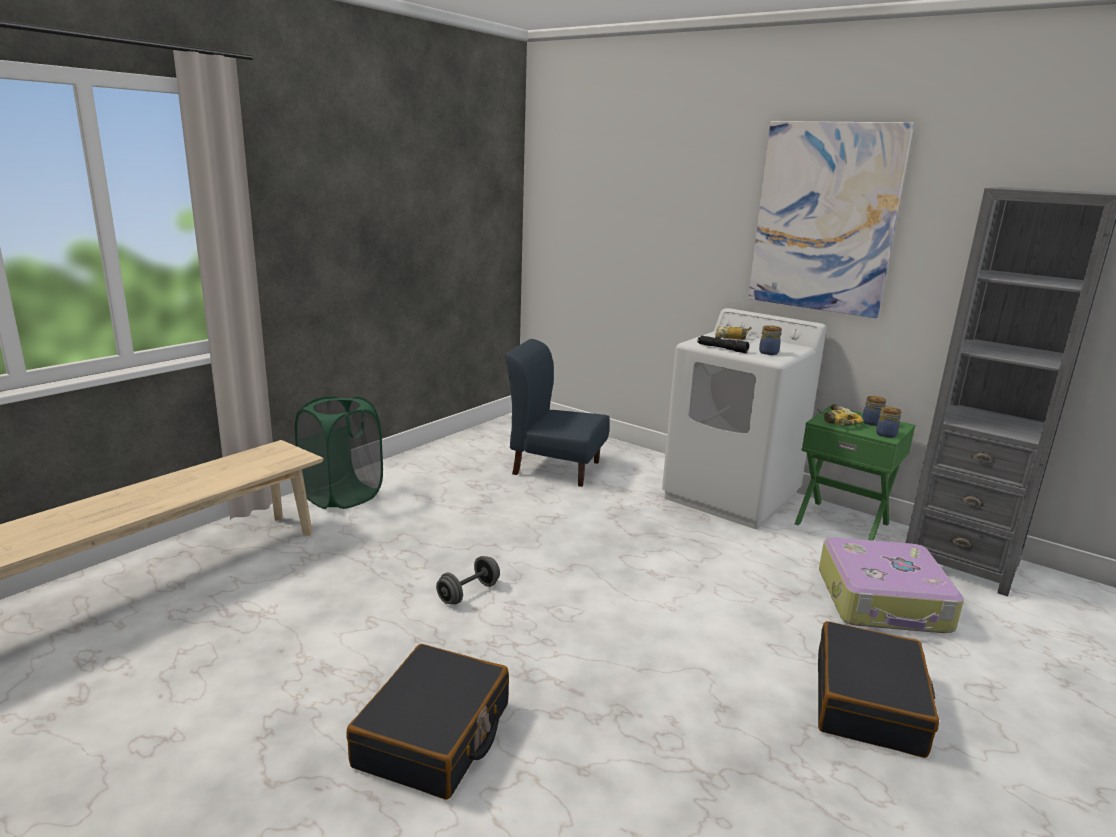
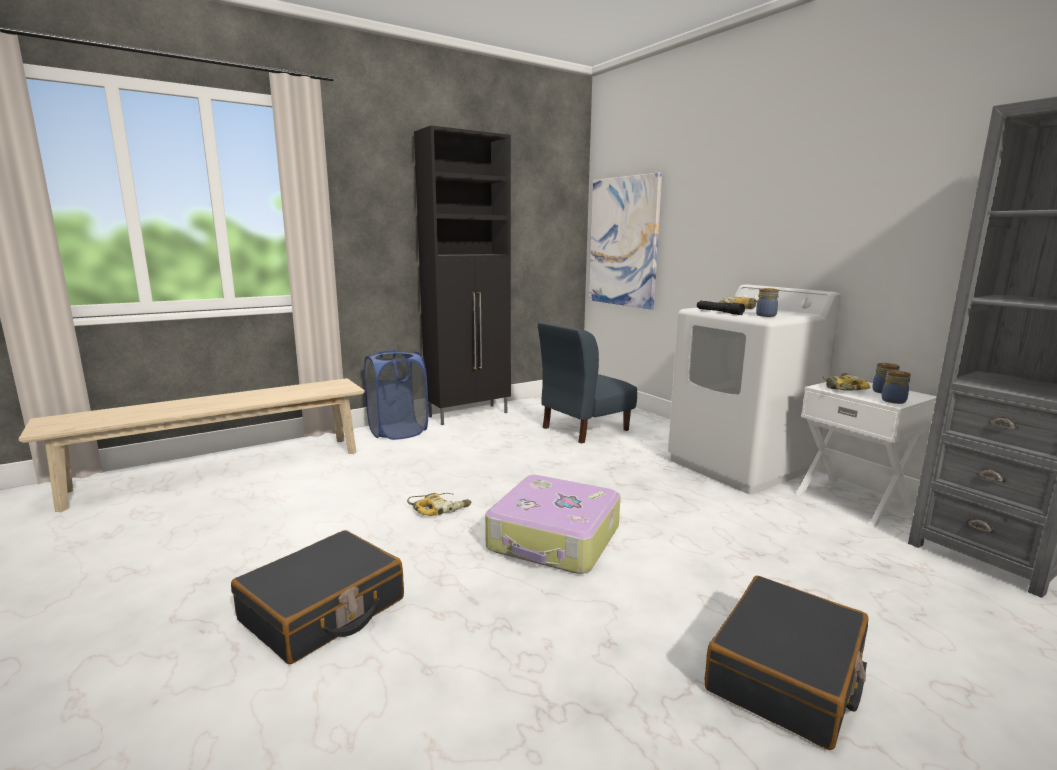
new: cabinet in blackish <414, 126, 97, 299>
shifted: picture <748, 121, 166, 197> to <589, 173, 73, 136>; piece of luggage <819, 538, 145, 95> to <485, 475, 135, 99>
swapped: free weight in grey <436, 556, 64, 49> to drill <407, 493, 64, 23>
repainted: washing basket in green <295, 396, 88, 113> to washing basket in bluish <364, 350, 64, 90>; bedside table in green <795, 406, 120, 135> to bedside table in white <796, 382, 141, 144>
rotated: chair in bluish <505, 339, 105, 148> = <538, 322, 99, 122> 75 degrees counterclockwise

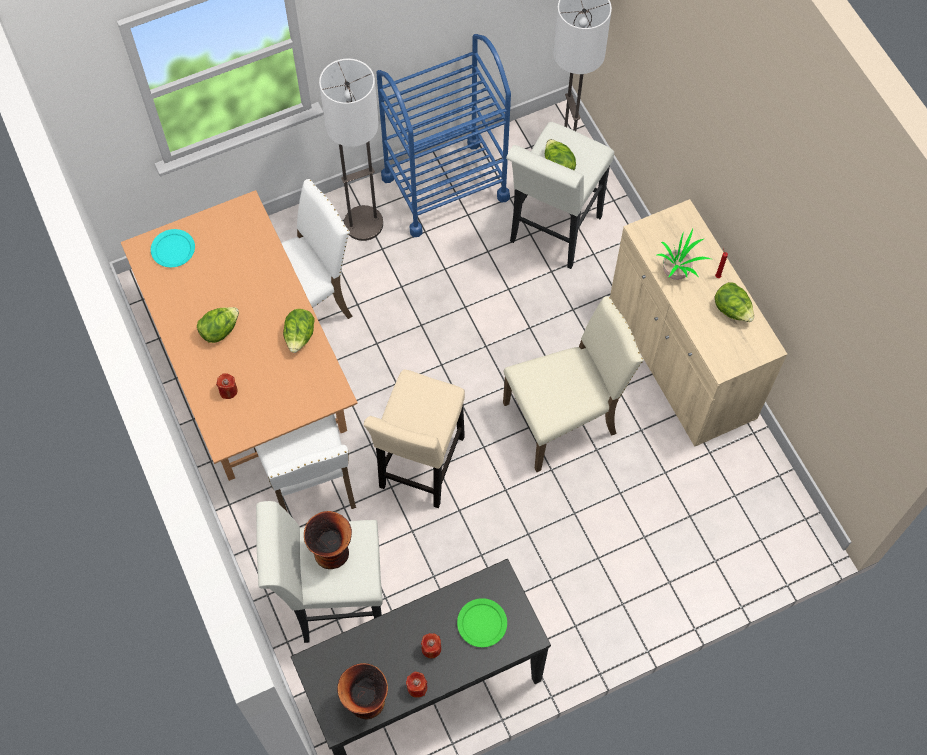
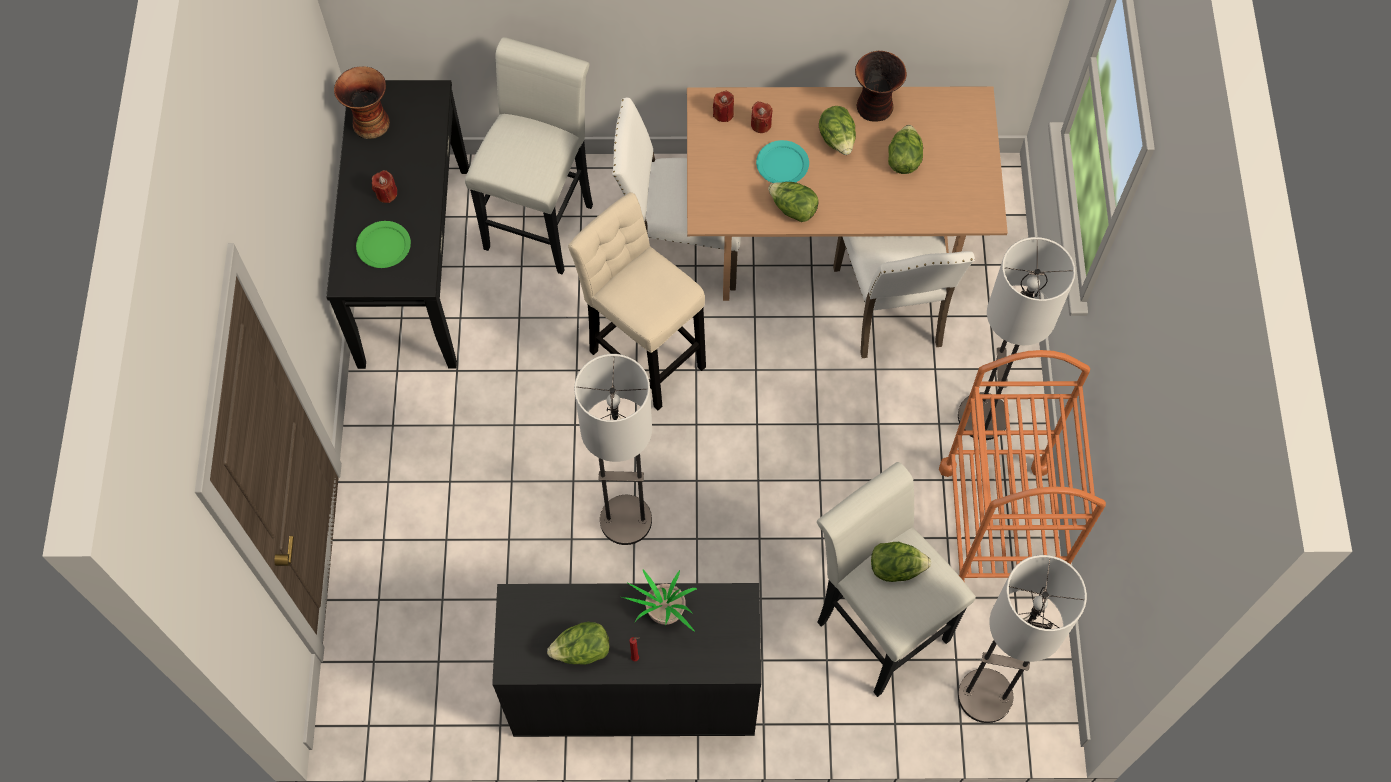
new: lettuce <888, 125, 35, 49>
shifted: plate in blue-green <151, 229, 44, 38> to <756, 140, 53, 43>; decorative vase <304, 511, 48, 58> to <855, 51, 52, 71>; wax light in reddish <406, 672, 21, 26> to <713, 91, 21, 31>
swapped: chair in sand-coloured <503, 296, 141, 176> to standing lamp <574, 354, 78, 191>
repainted: cart in bluish <376, 34, 135, 203> to cart in orange-coloured <939, 350, 167, 232>; cabinet in sand-coloured <610, 199, 177, 248> to cabinet in blackish <492, 583, 269, 154>

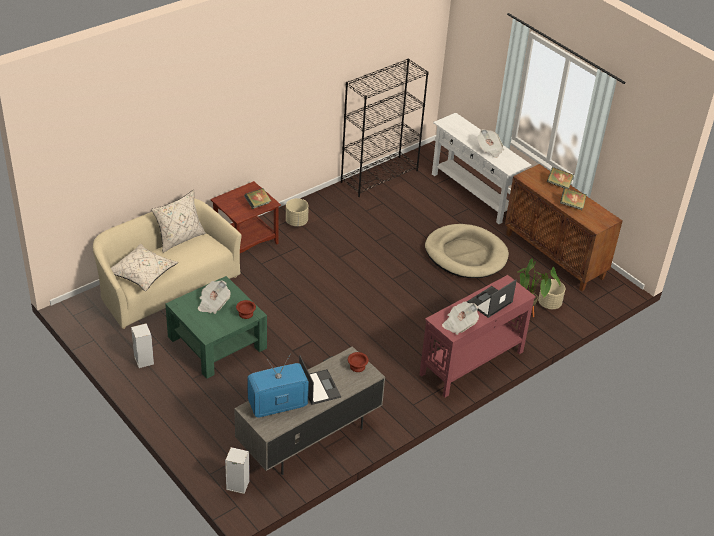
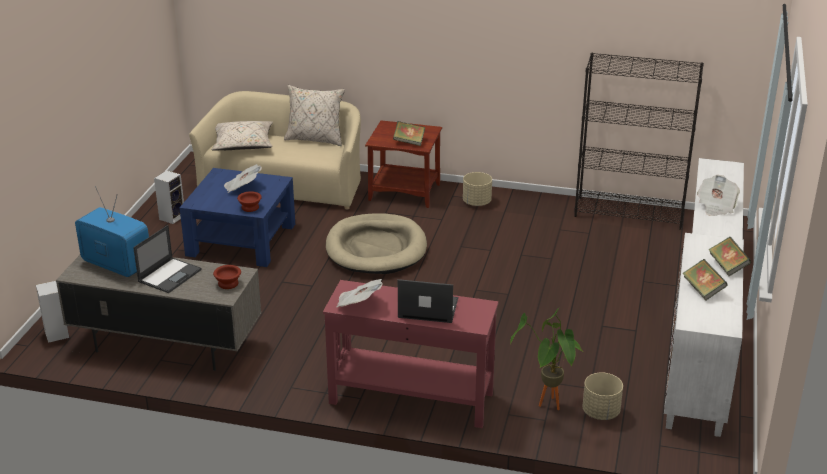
shifted: pet bed in sand-coloured <425, 224, 84, 54> to <326, 213, 101, 61>
repainted: coffee table in green <165, 276, 102, 103> to coffee table in bluish <180, 168, 115, 99>; cabinet in brown-coloured <505, 164, 118, 127> to cabinet in white <664, 233, 80, 204>

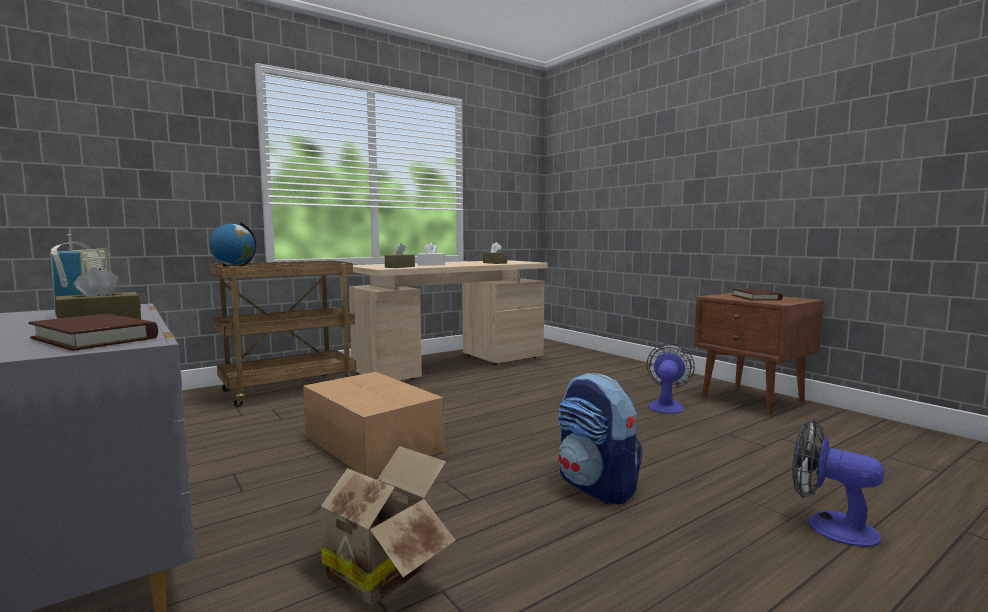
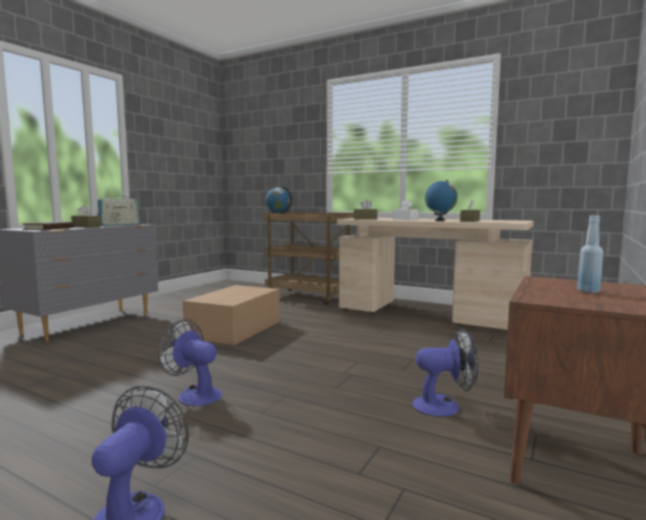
gone: packing box <298, 446, 157, 159>
new: world globe <425, 180, 33, 41>
swapped: rucksack <558, 373, 84, 131> to cooling fan <158, 319, 64, 87>; volume in brown-coloured <732, 289, 51, 11> to bottle in bluish <577, 215, 26, 78>

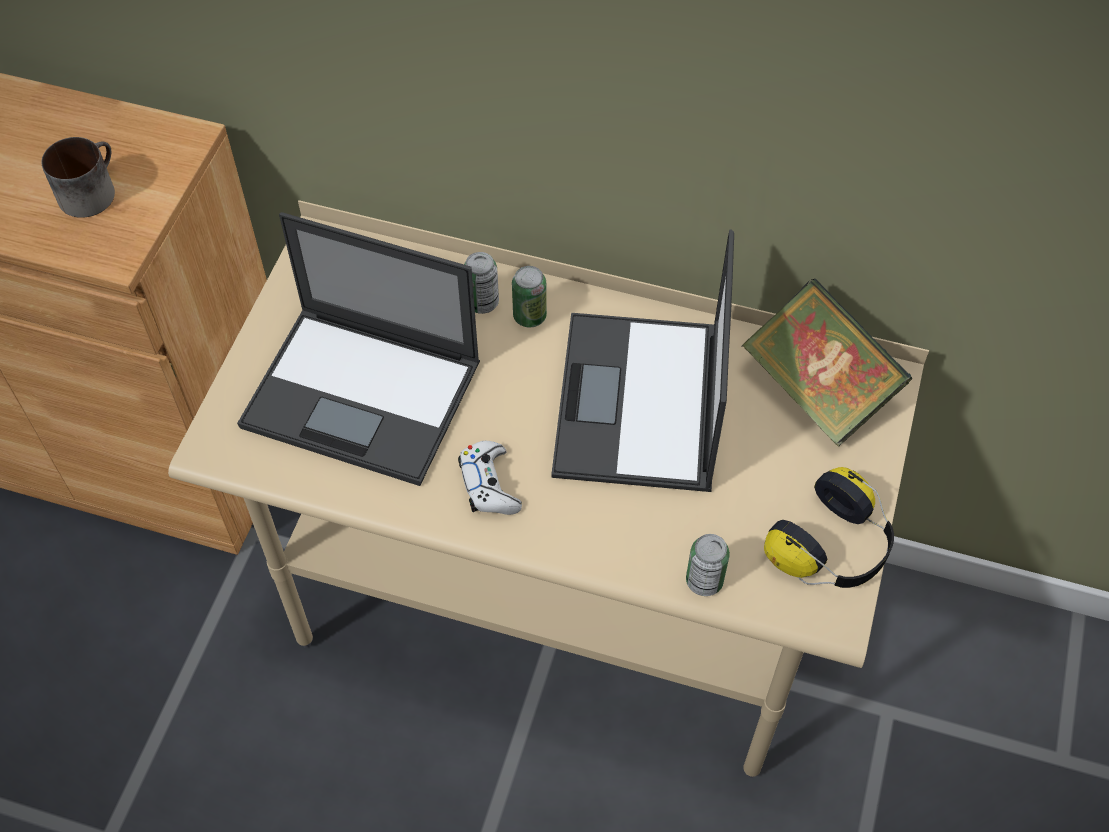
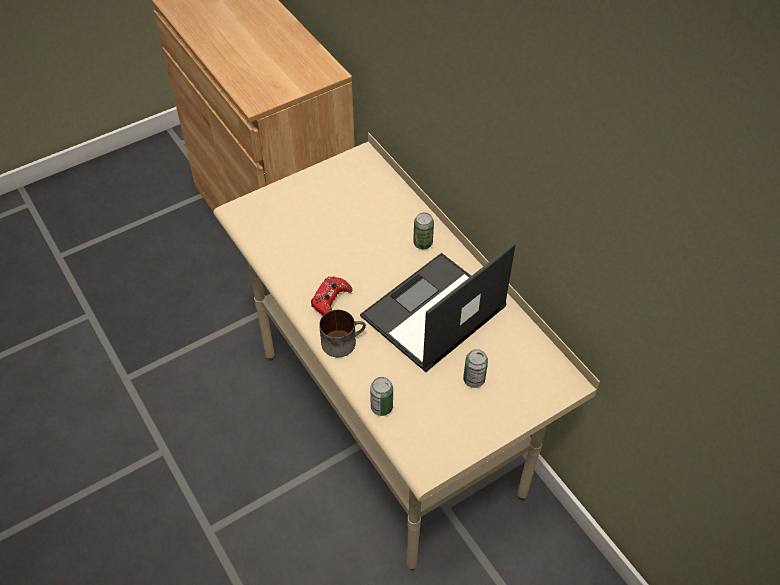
gone: portable computer <237, 212, 243, 274>; volume <742, 279, 170, 167>; pair of headphones <764, 467, 130, 121>
shifted: mug <41, 137, 74, 81> to <319, 310, 47, 47>; metal can <464, 252, 35, 62> to <463, 349, 25, 39>
repainted: gamepad in white <458, 441, 64, 74> to gamepad in reddish <311, 276, 41, 40>

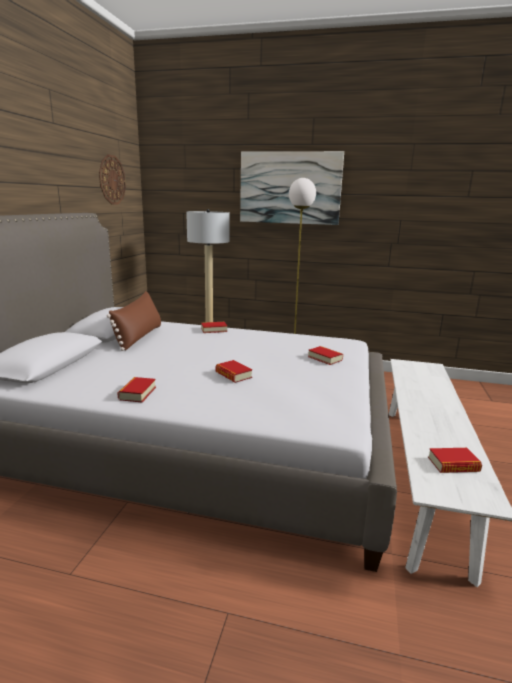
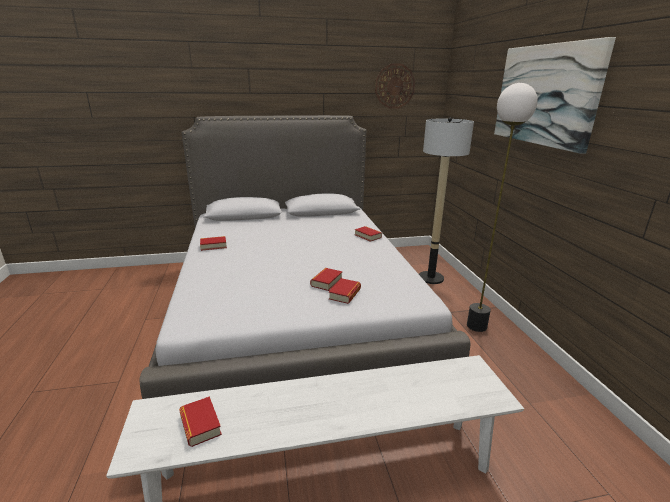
gone: pillow in brown-coloured <107, 291, 54, 60>
shifted: volume <215, 360, 37, 23> to <310, 268, 32, 23>

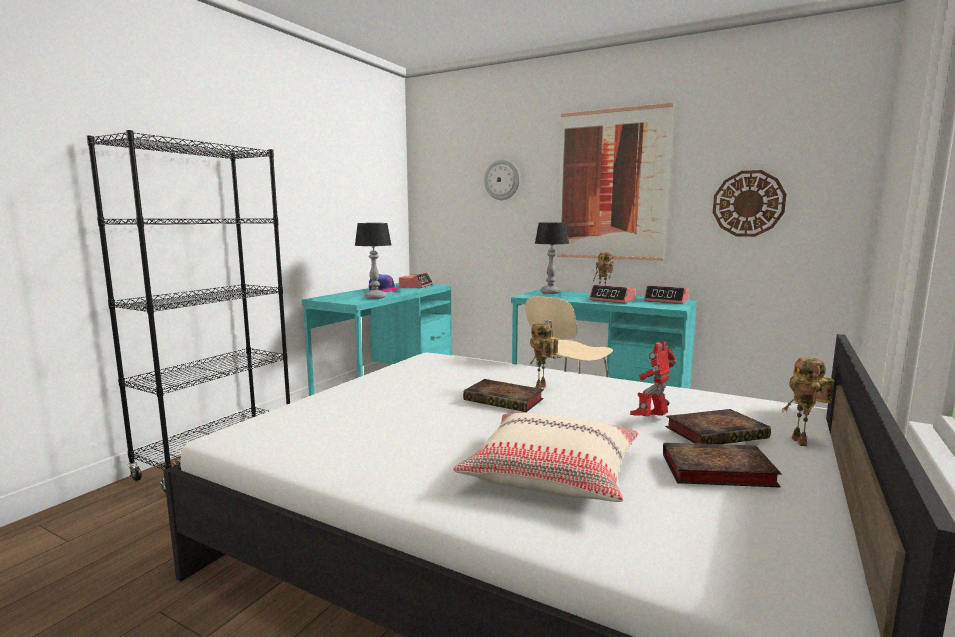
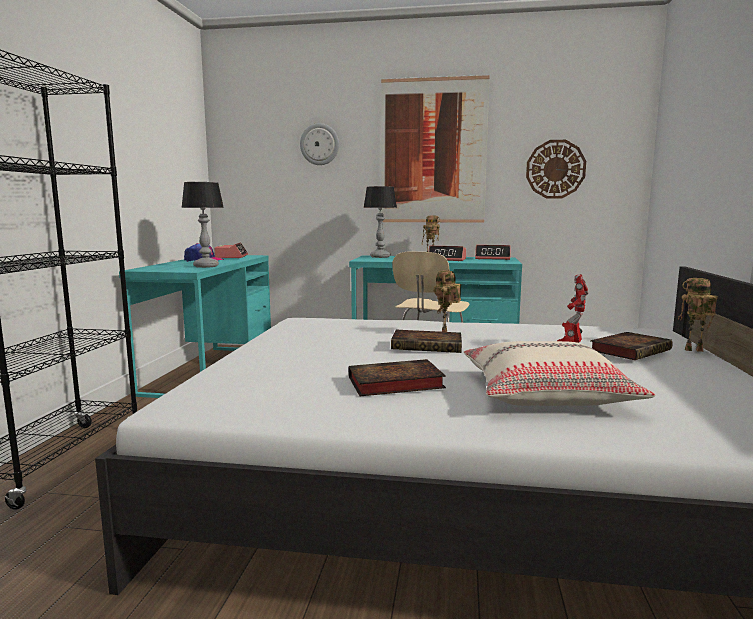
shifted: volume <663, 442, 119, 46> to <349, 359, 97, 37>
rotated: toy robot <782, 357, 52, 89> = <678, 278, 40, 74> 120 degrees clockwise

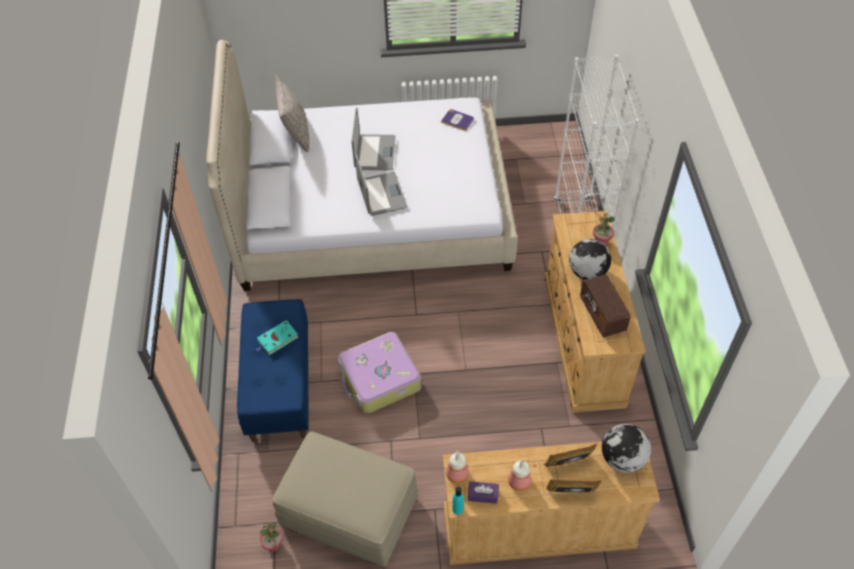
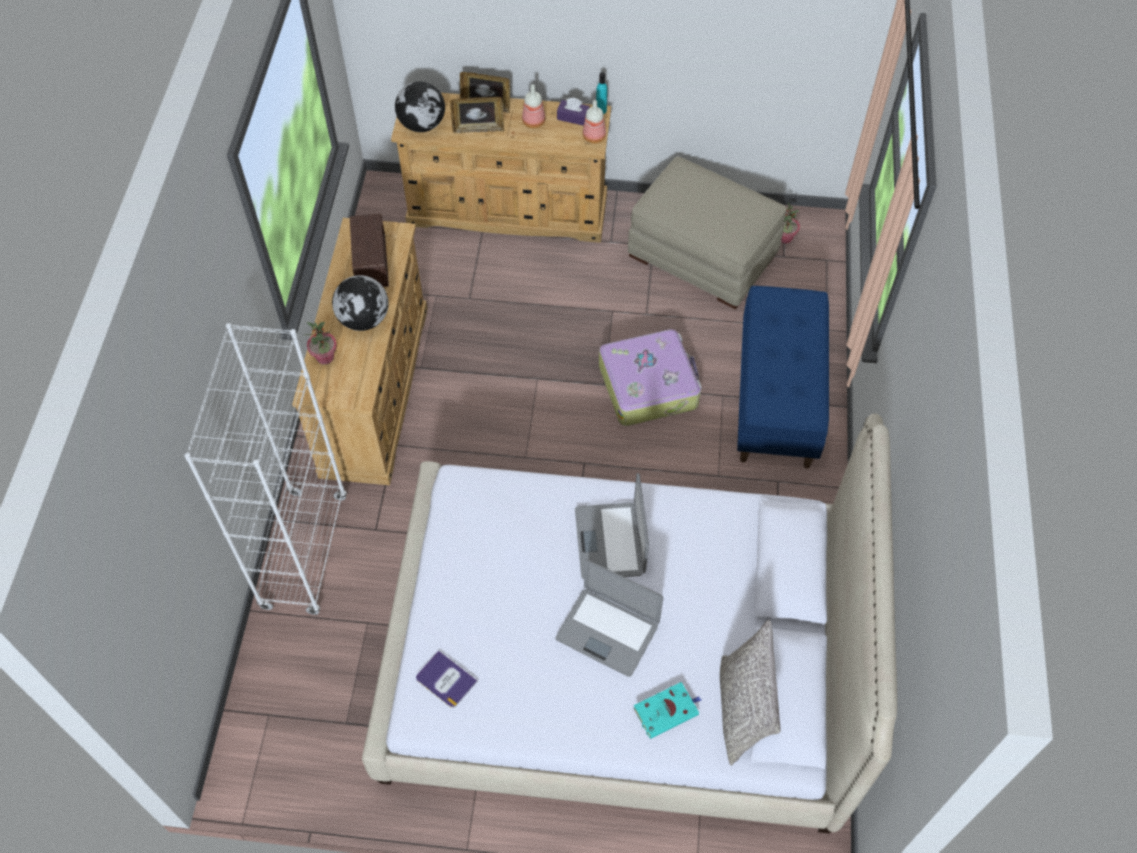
shifted: volume in blue-green <255, 320, 43, 35> to <633, 682, 68, 57>
rotated: portable computer <351, 108, 45, 62> = <555, 560, 108, 117> 75 degrees counterclockwise

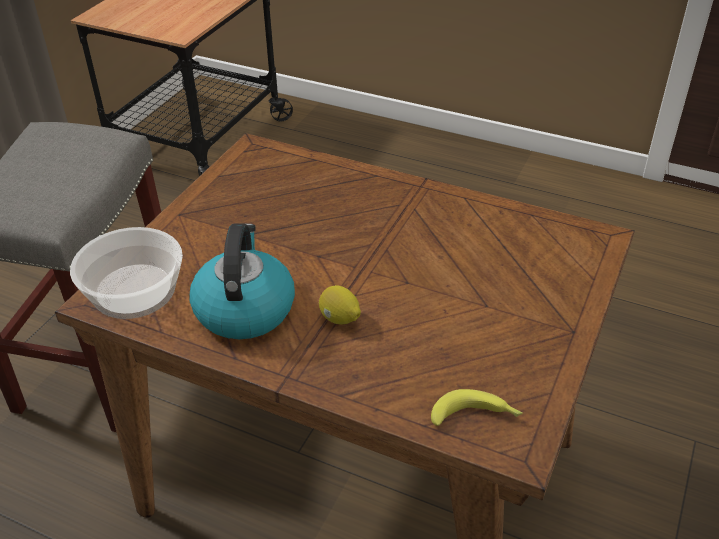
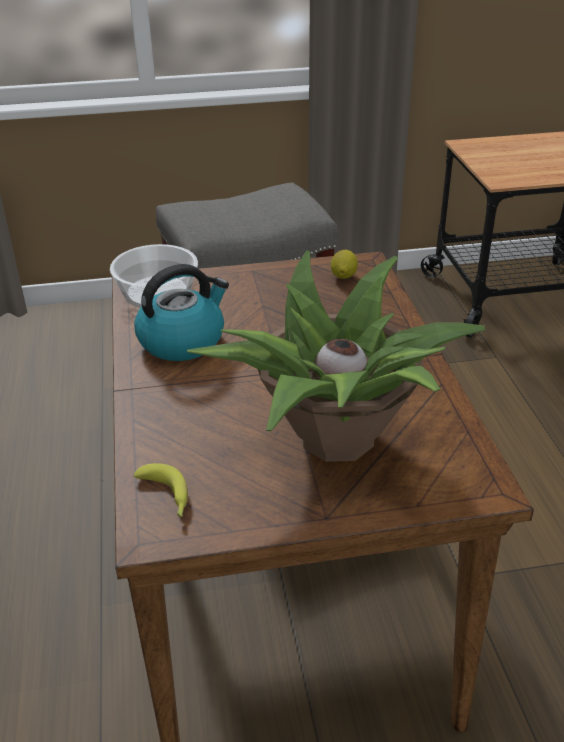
new: plant in a pot <187, 251, 298, 211>
shifted: lemon <319, 285, 42, 39> to <331, 250, 27, 29>

